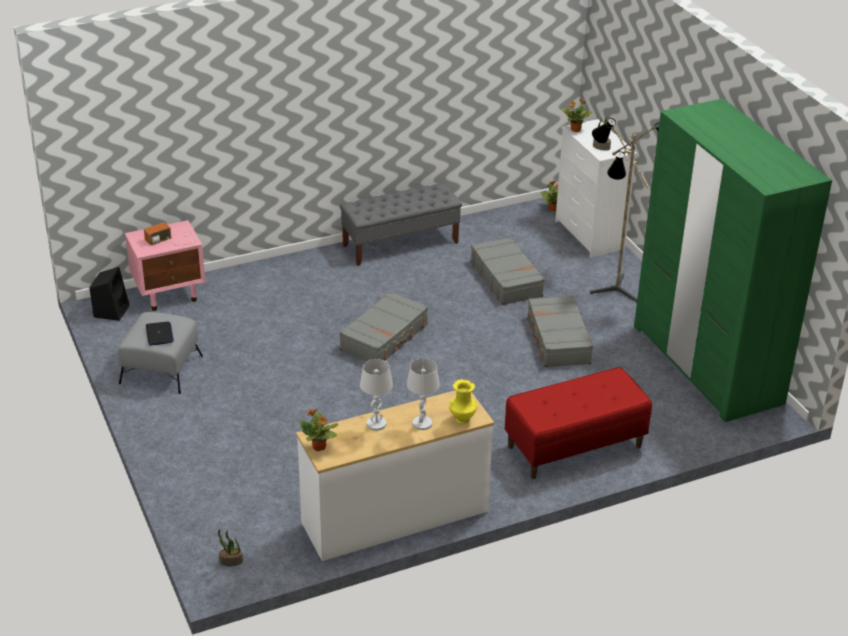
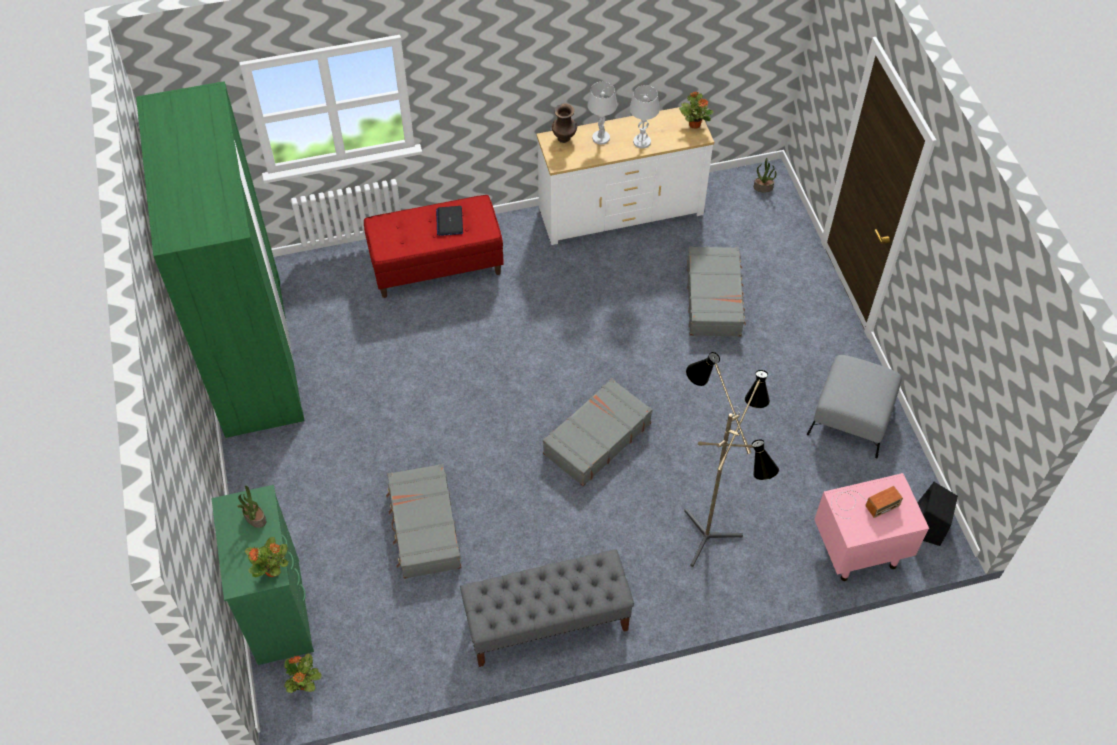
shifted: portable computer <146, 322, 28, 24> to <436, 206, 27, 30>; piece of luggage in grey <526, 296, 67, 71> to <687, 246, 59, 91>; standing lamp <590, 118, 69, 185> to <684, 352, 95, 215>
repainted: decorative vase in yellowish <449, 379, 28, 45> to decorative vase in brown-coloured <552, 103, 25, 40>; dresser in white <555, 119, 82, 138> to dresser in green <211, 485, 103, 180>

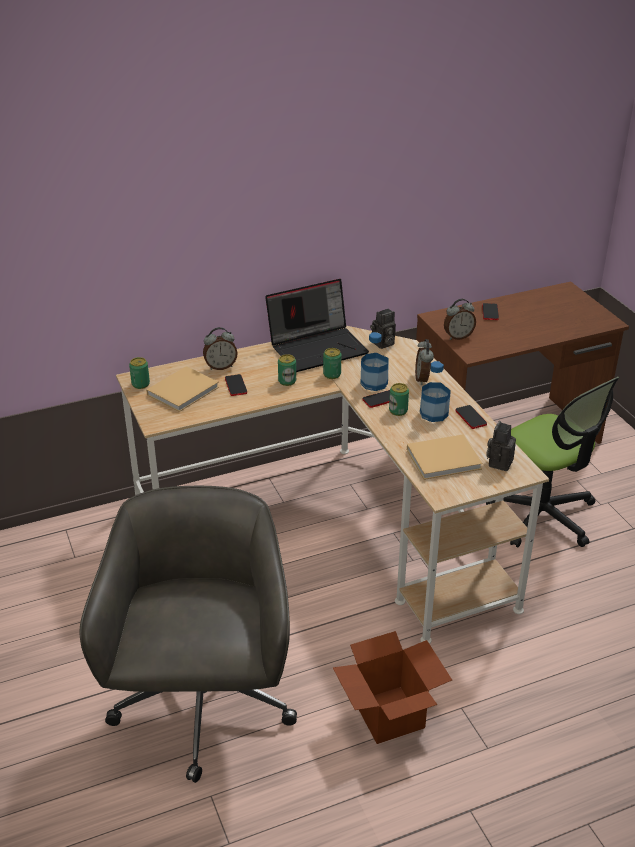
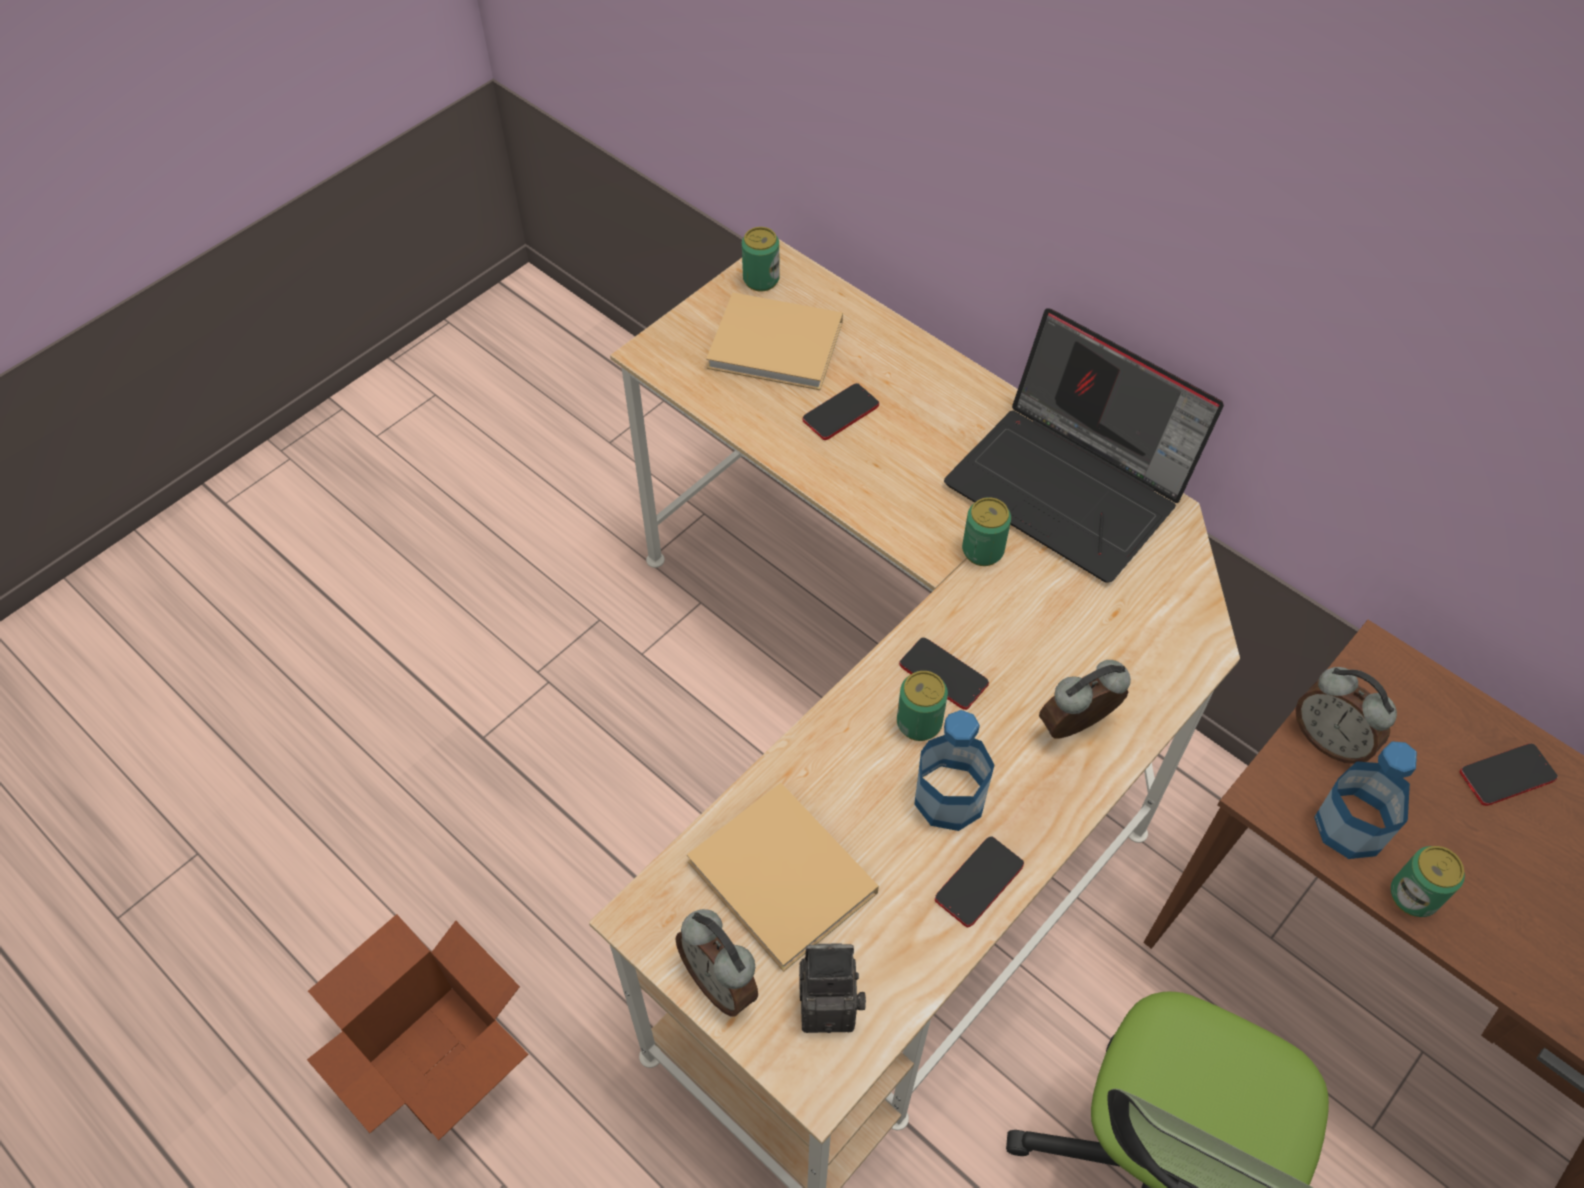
gone: computer chair in grey <80, 486, 217, 297>; photo camera <370, 308, 26, 41>
shifted: alarm clock <203, 327, 35, 43> to <675, 909, 83, 108>; metal can <278, 354, 18, 32> to <1391, 846, 74, 71>; bottle <361, 332, 28, 59> to <1314, 741, 103, 118>

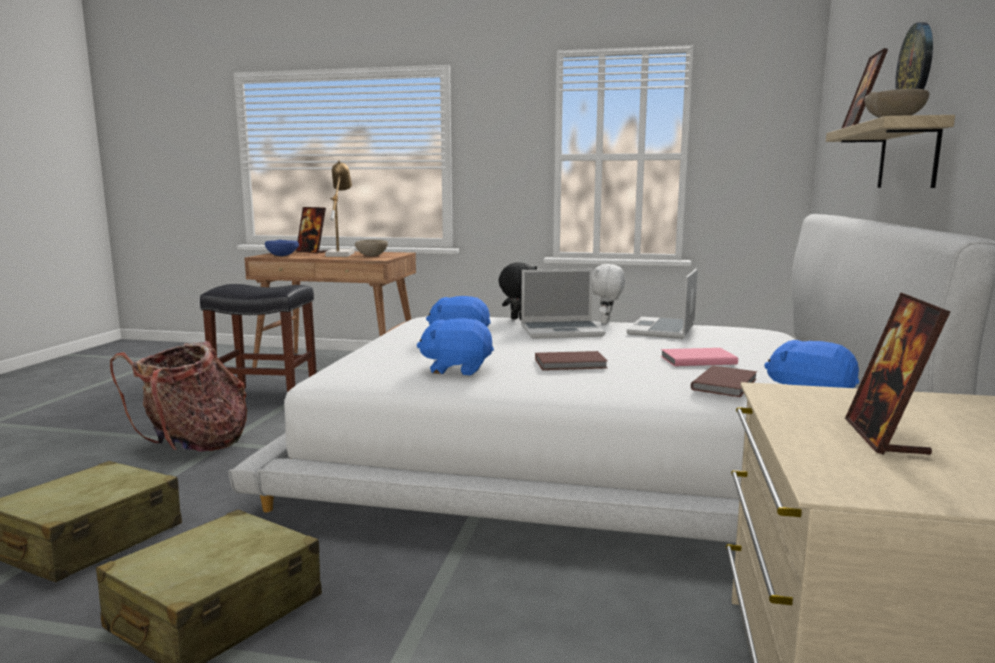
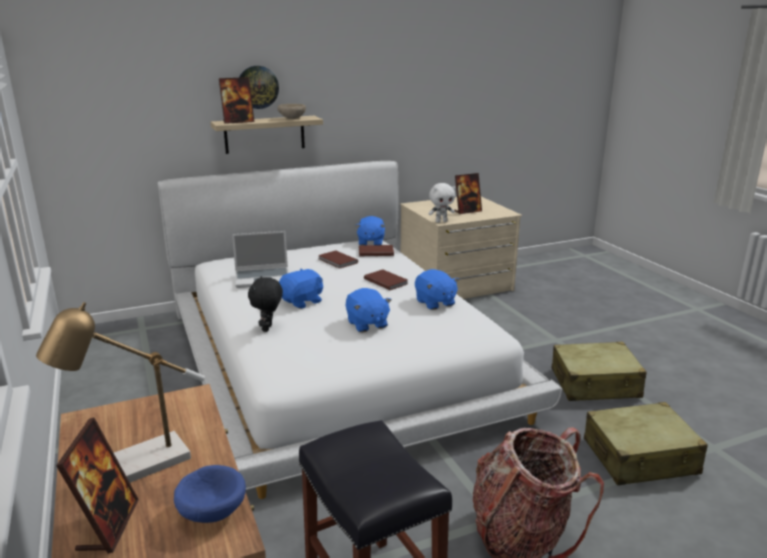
gone: bowl in sand-coloured <355, 240, 33, 17>
shifted: plush toy in white <592, 264, 33, 60> to <428, 183, 27, 40>
swapped: portable computer <521, 269, 84, 70> to plush toy in bluish <279, 269, 44, 40>
repainted: volume in pinkish <661, 348, 77, 18> to volume in brown-coloured <318, 250, 40, 19>

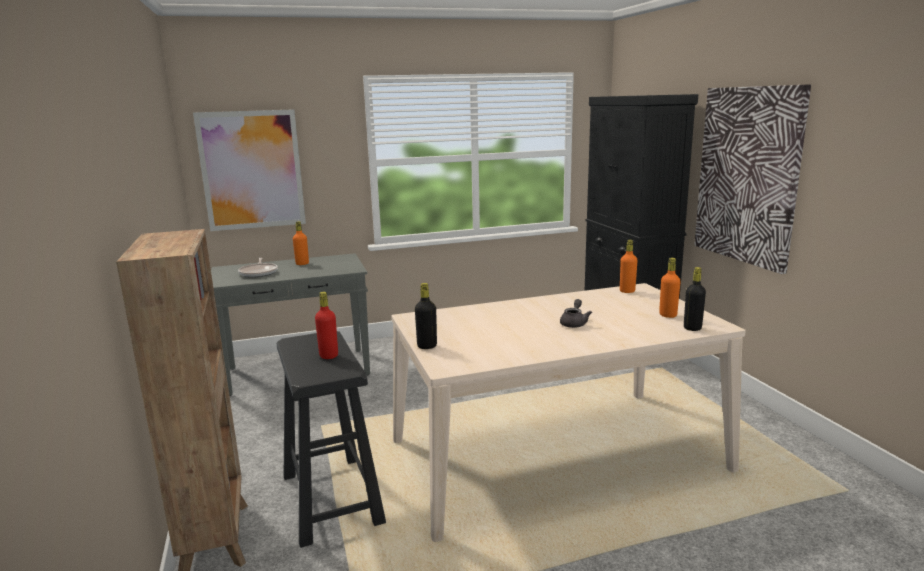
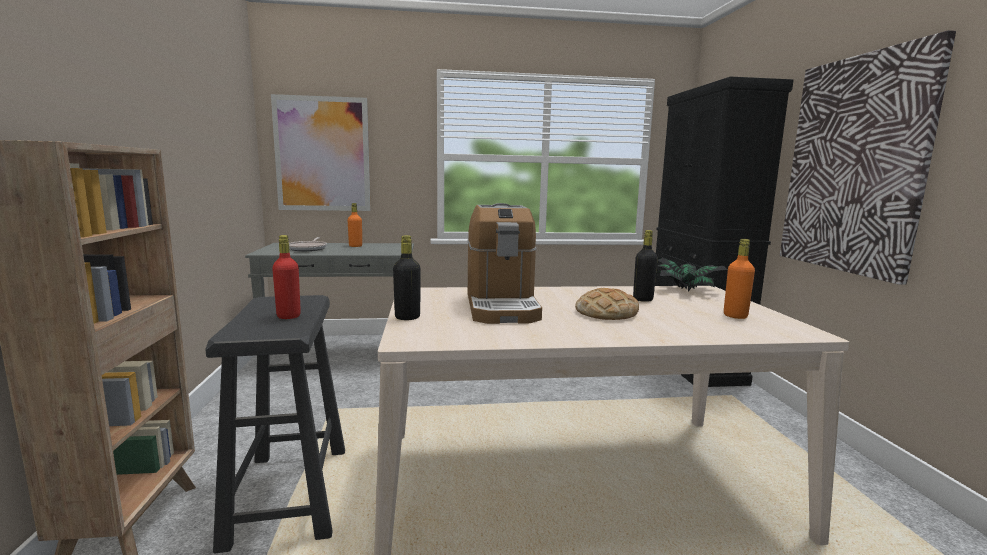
new: coffee maker <468, 203, 74, 121>
shifted: bottle in blackish <684, 267, 22, 64> to <633, 230, 25, 72>
swapped: tea pot in grey <560, 299, 32, 29> to baked bread <575, 288, 64, 32>; bottle in orange-coloured <620, 240, 18, 53> to plant in a pot <656, 258, 72, 34>

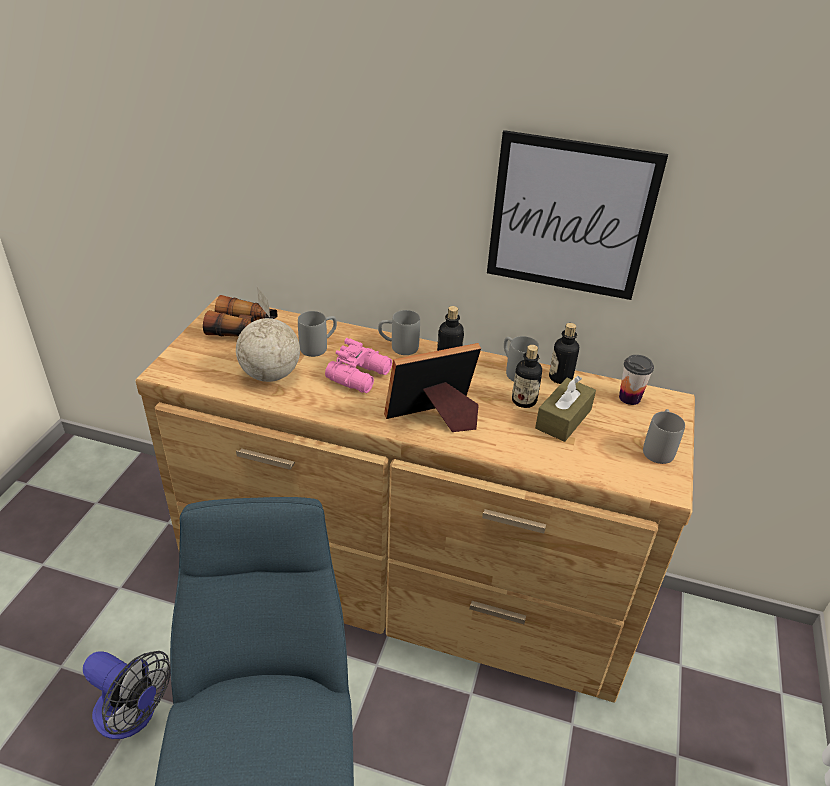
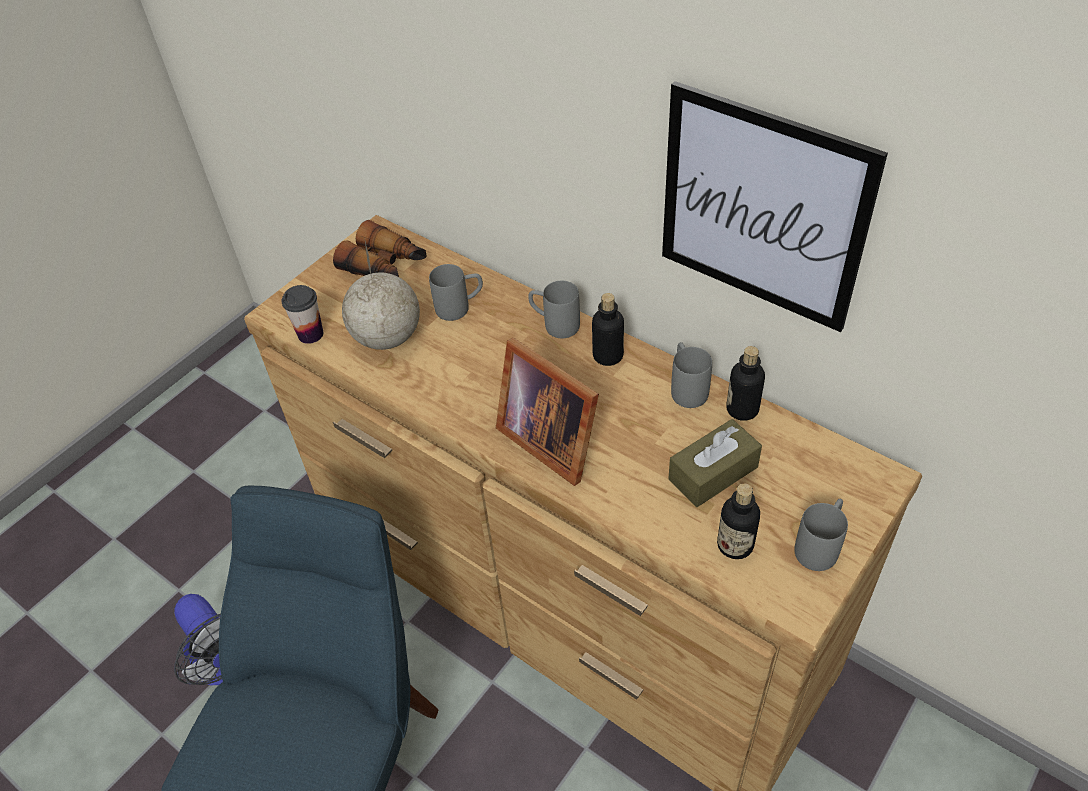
gone: binoculars in pinkish <325, 338, 67, 55>
shifted: bottle <512, 345, 30, 63> to <717, 484, 43, 75>; cup <619, 355, 35, 50> to <281, 285, 42, 59>
rotated: photo frame <384, 343, 97, 89> = <496, 338, 103, 148> 135 degrees counterclockwise

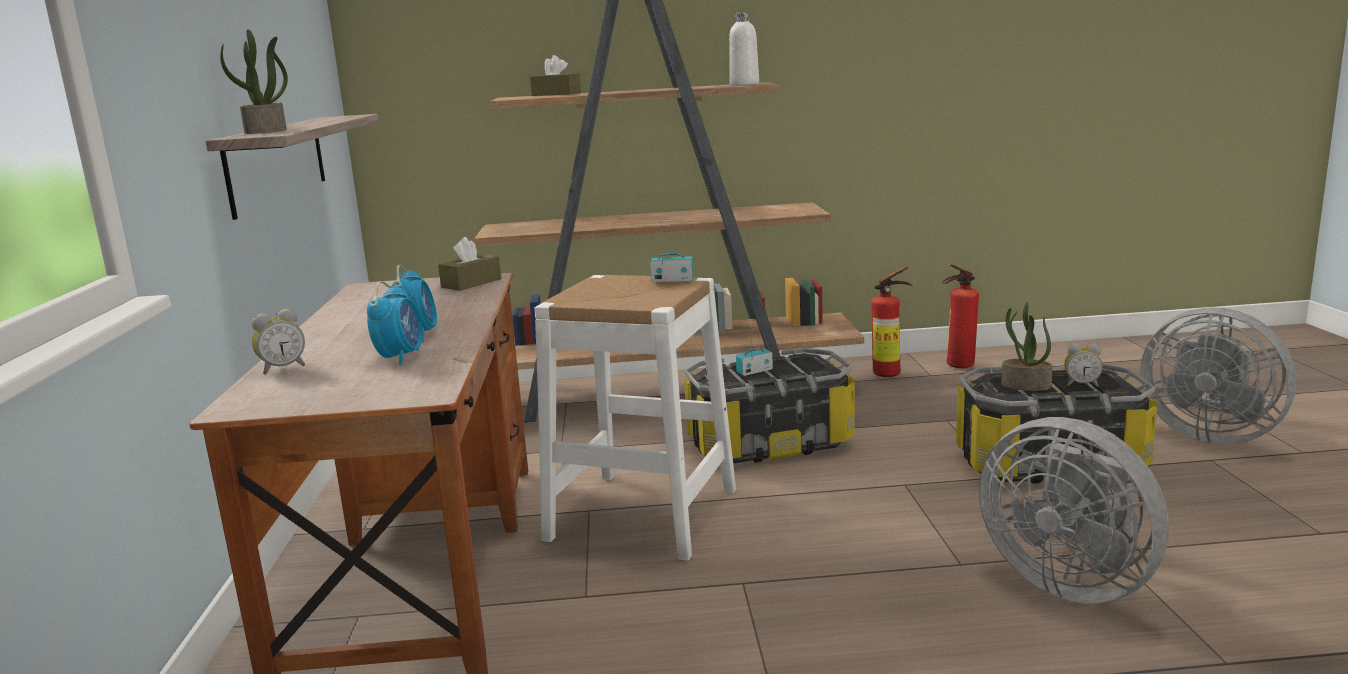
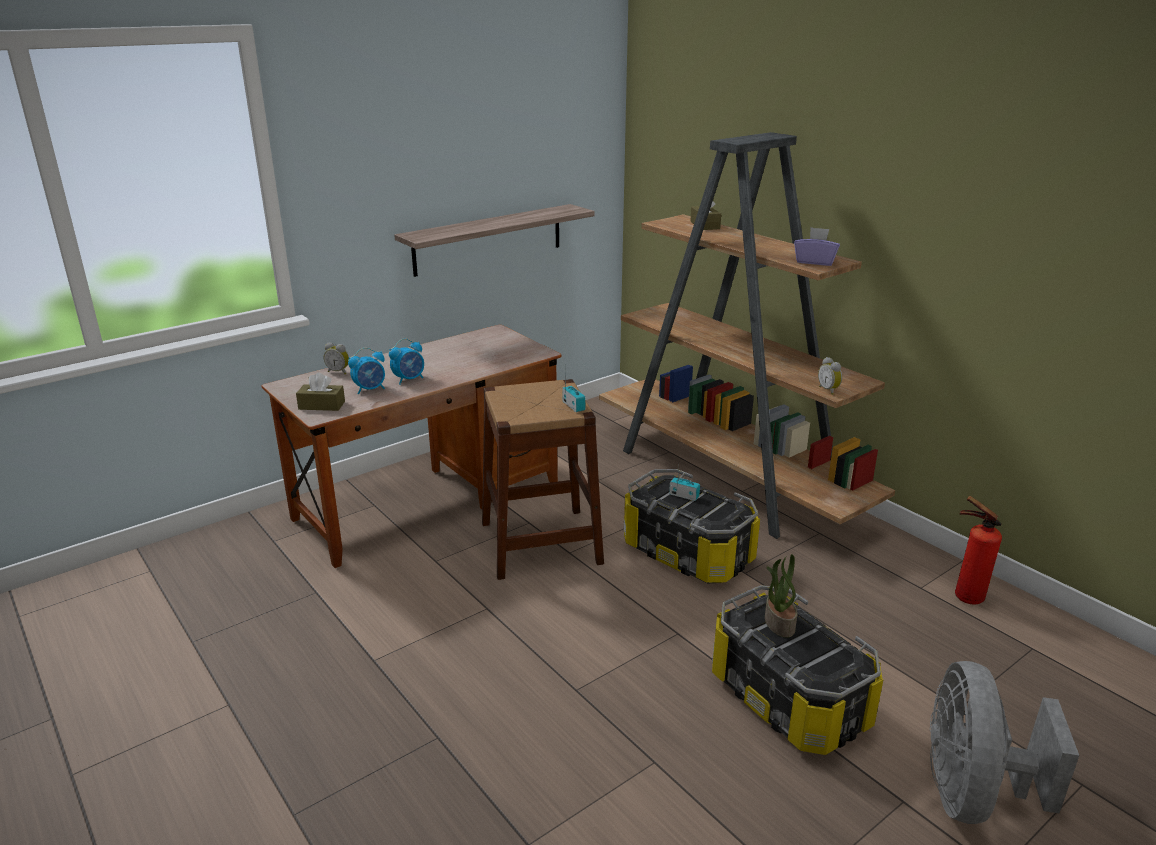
gone: plant in a pot <220, 29, 68, 105>; fire-fighting cylinder <871, 266, 42, 111>; cooling fan in grey <979, 417, 190, 187>
shifted: tissue box in brown-coloured <438, 237, 63, 54> to <296, 373, 49, 38>; alarm clock <1064, 343, 39, 44> to <818, 357, 24, 38>
swapped: bottle in white <729, 12, 30, 73> to tissue box in purplish <794, 227, 46, 39>
repainted: sitting stool in white <534, 275, 202, 286> to sitting stool in brown-coloured <482, 379, 122, 201>

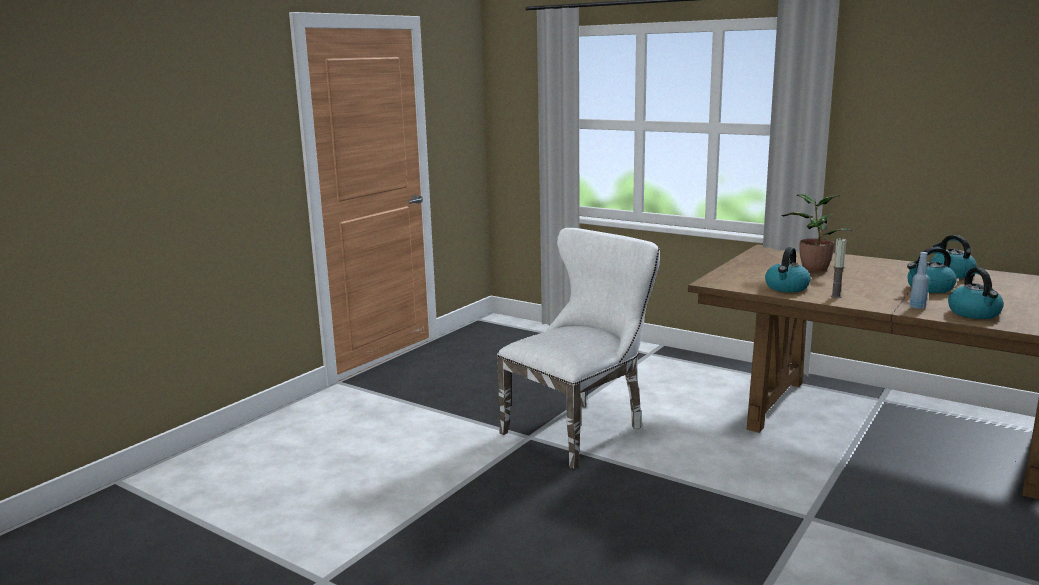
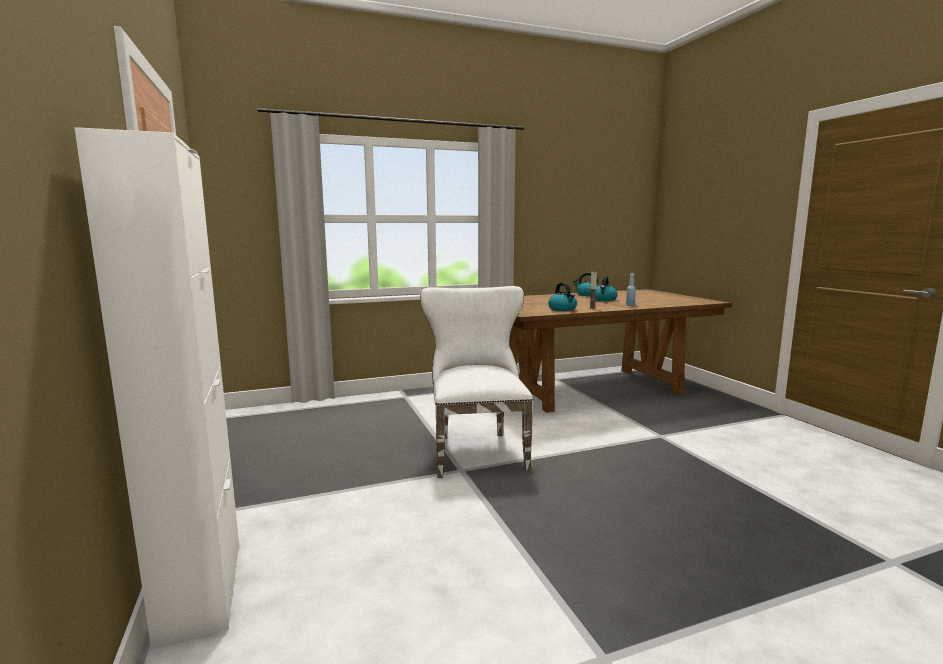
gone: plant in a pot <781, 194, 71, 77>; tea kettle <948, 268, 56, 51>
new: cabinet in white <74, 127, 165, 521>

